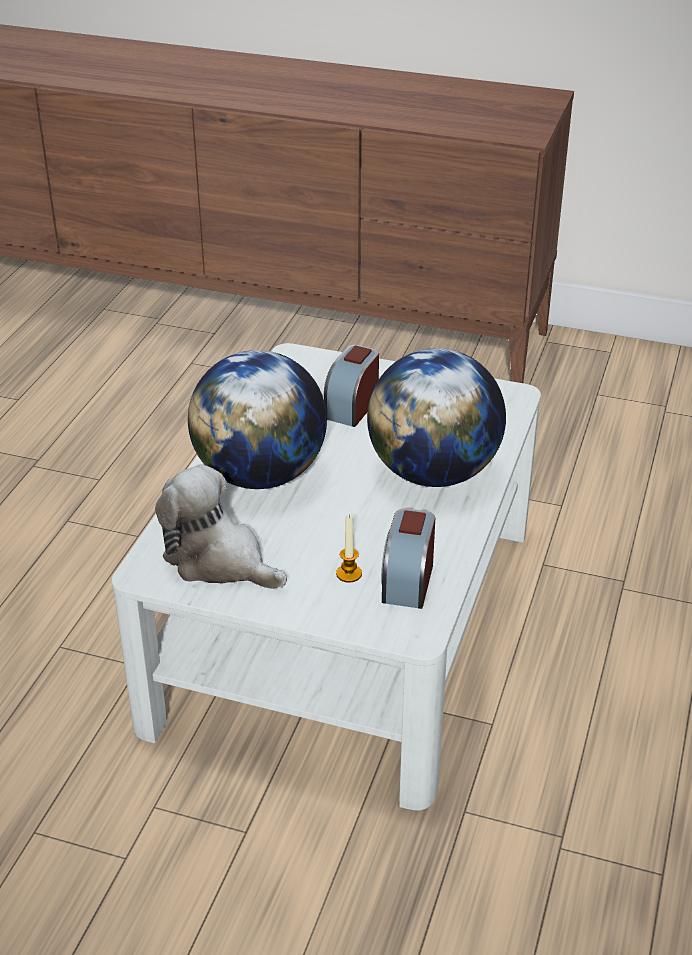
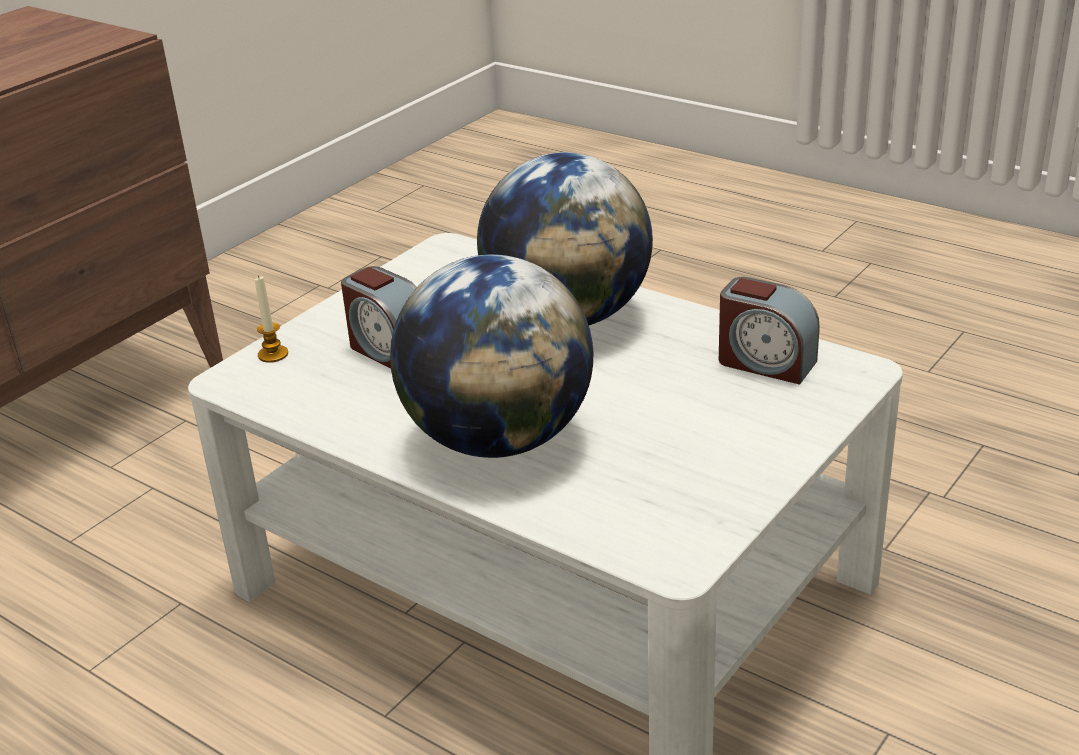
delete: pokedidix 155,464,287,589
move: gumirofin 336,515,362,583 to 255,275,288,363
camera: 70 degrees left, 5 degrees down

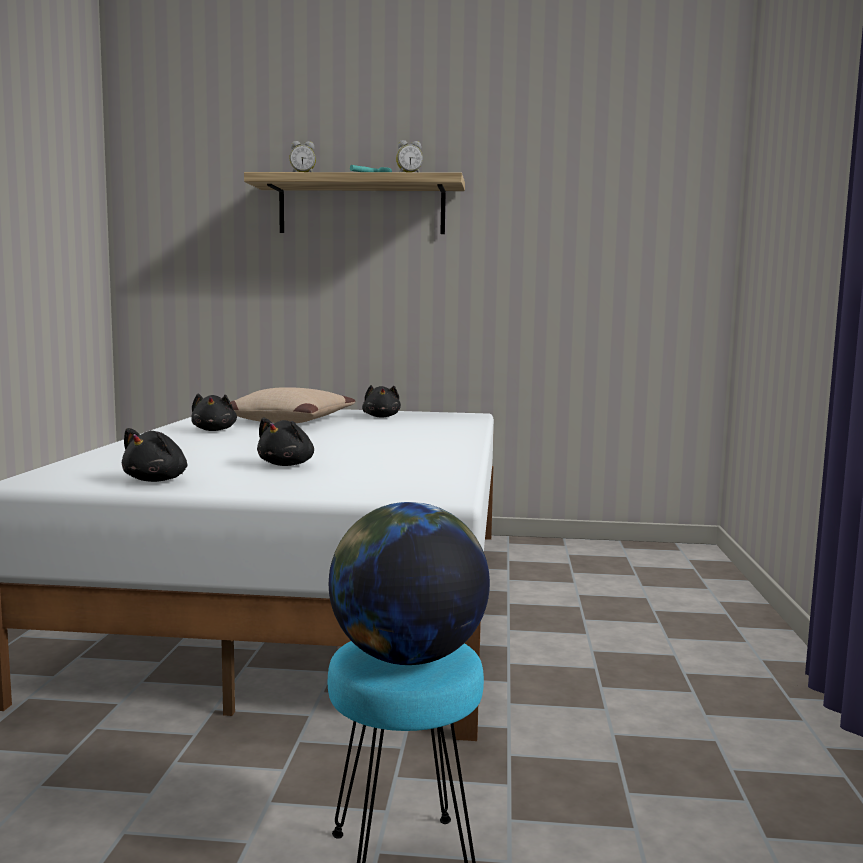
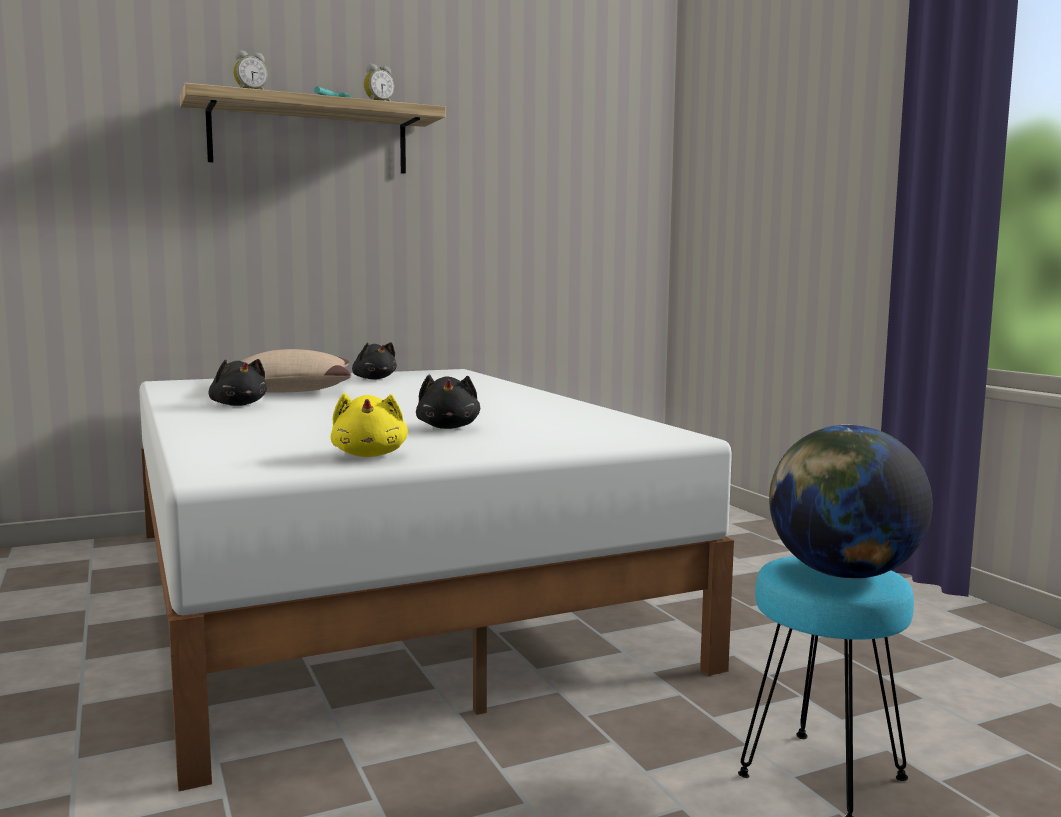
recolor: black pokedidix 122,428,188,482 to yellow pokedidix 330,393,408,457
camera: 30 degrees left, 0 degrees up

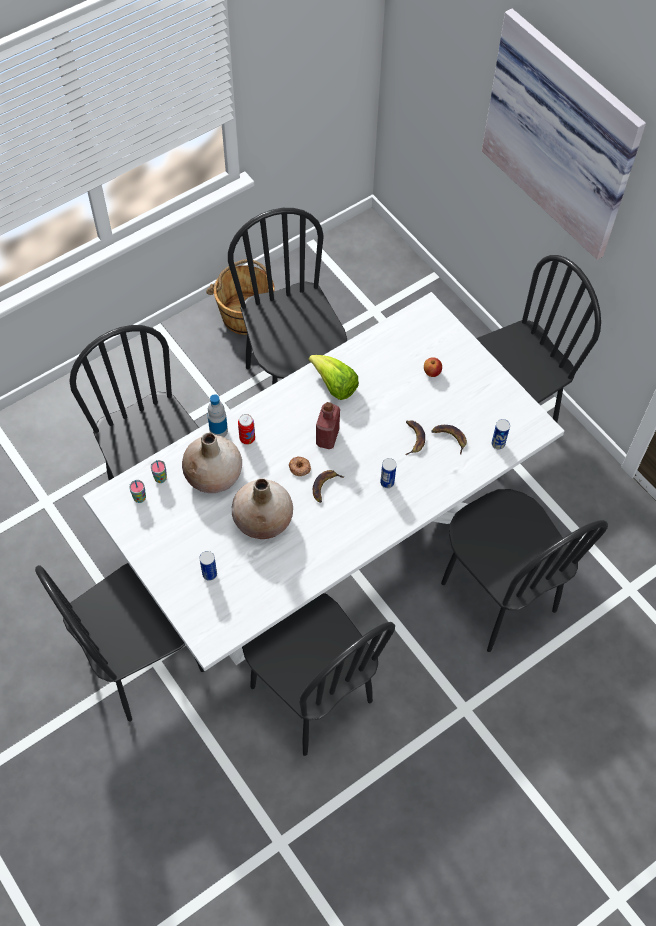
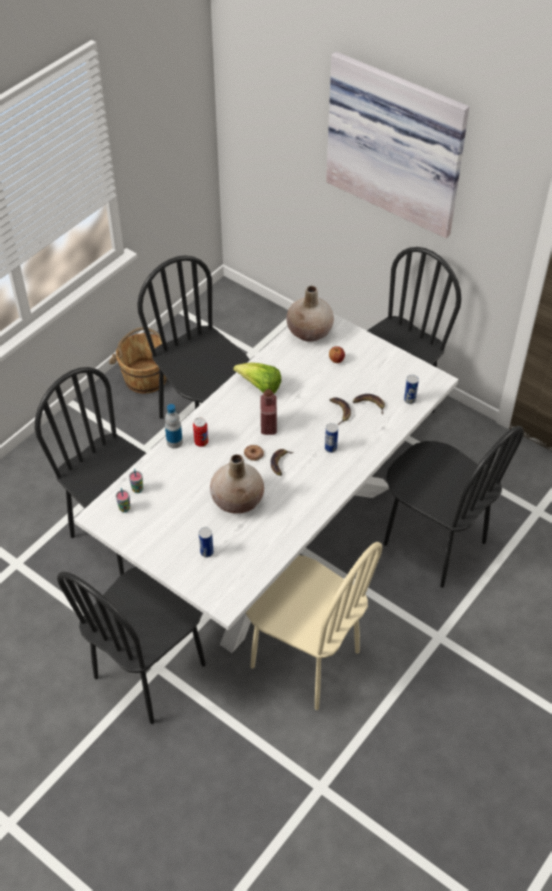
move: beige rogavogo 182,433,242,493 to 286,286,334,342
recolor: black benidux 242,593,395,756 to beige benidux 246,542,382,710
camera: 15 degrees left, 10 degrees down

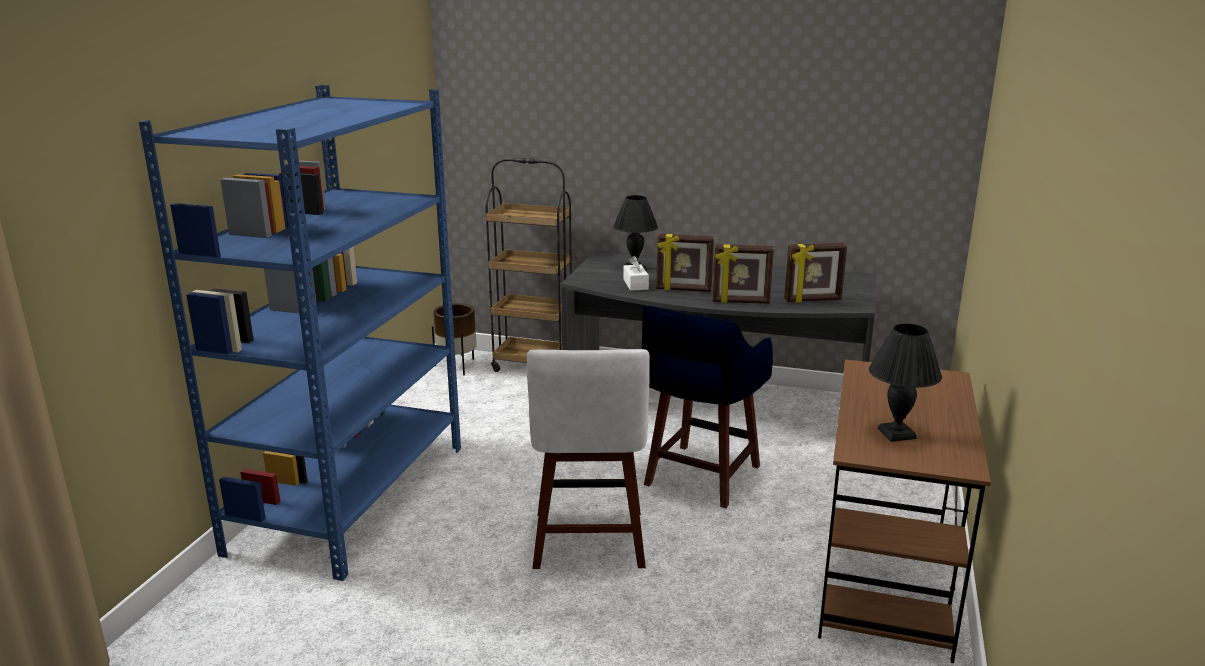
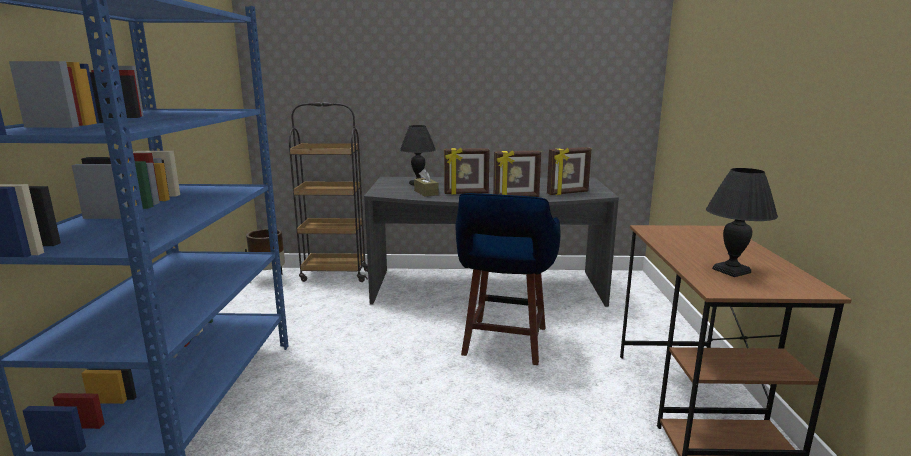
delete: white benidux 527,349,650,569
recolor: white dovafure 624,256,649,291 to brown dovafure 414,169,439,196
camera: 15 degrees left, 5 degrees down

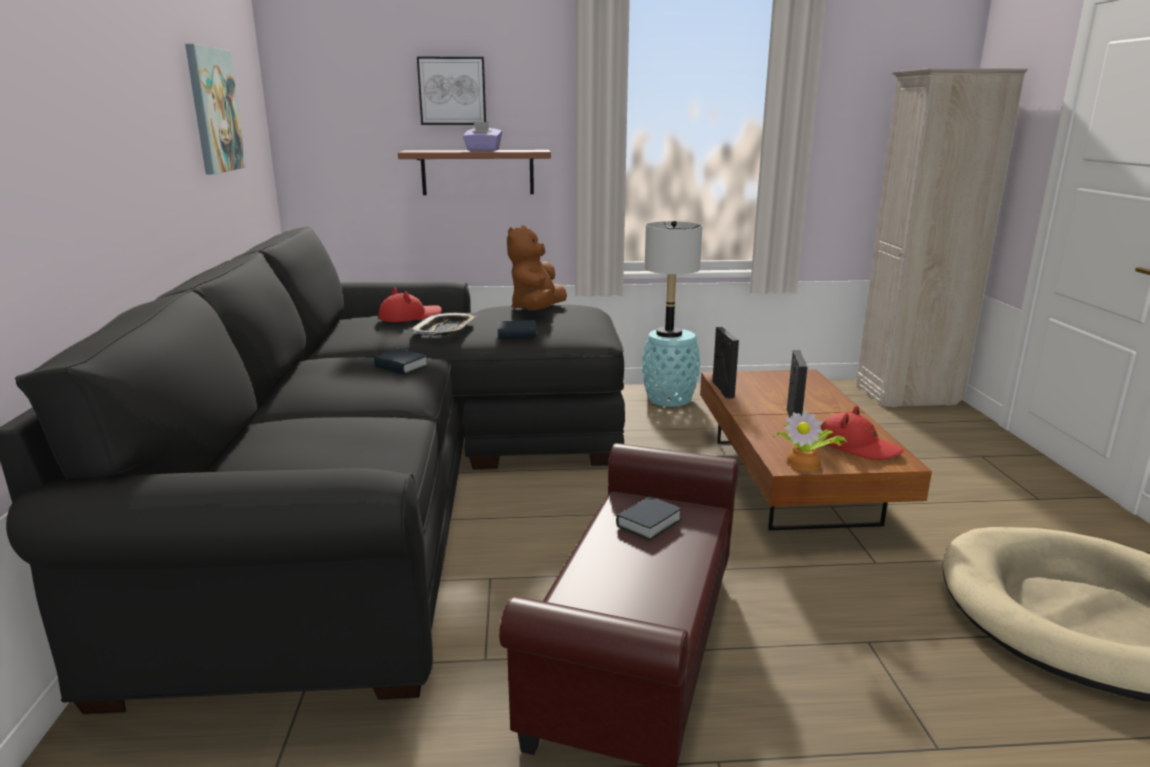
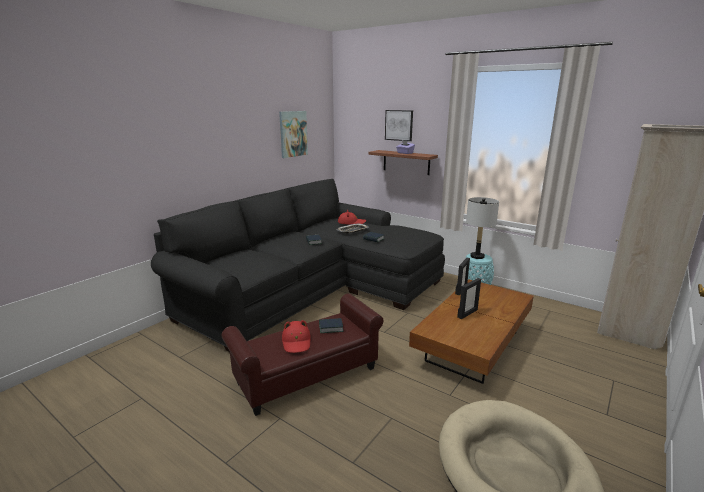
delete: brown pokedidix 507,225,567,311; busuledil 773,410,847,471
move: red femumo 819,406,904,460 to 282,320,311,353
camera: 40 degrees right, 0 degrees up

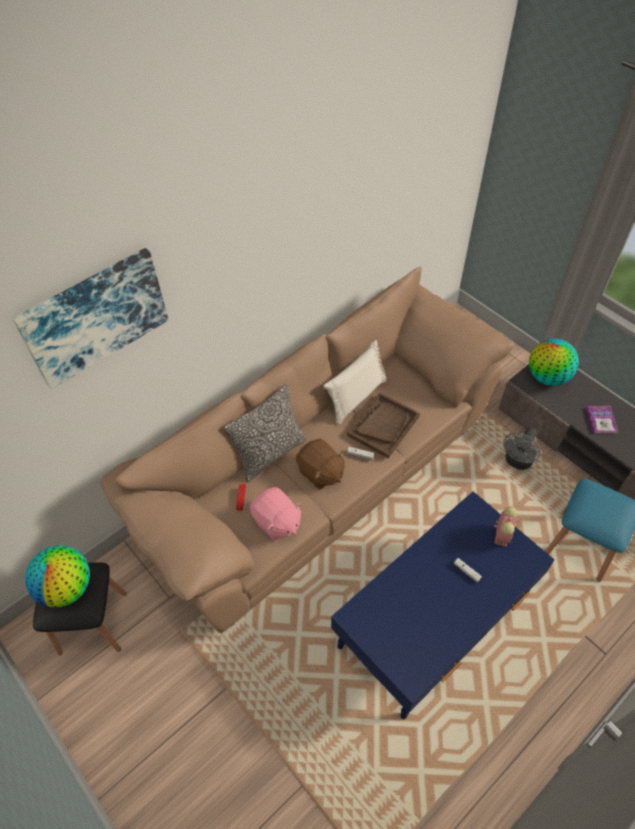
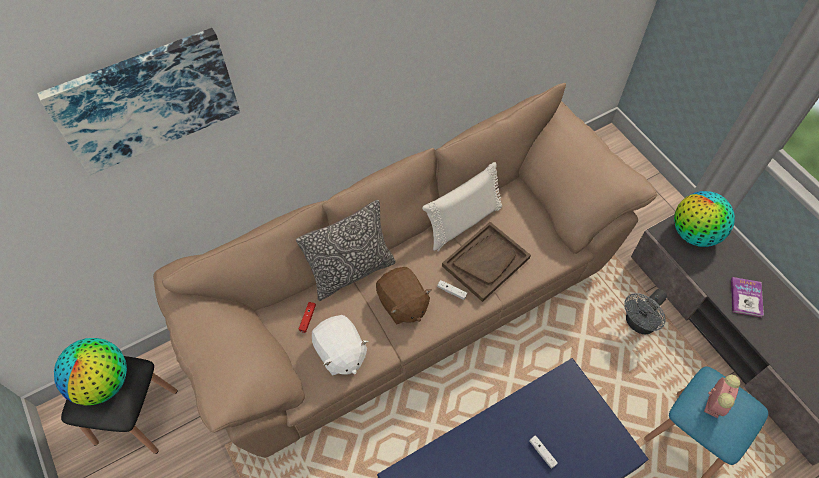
move: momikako 494,506,517,547 to 704,375,740,418
recolor: pink pokedidix 250,487,302,541 to white pokedidix 312,315,368,376
camera: 10 degrees right, 5 degrees up

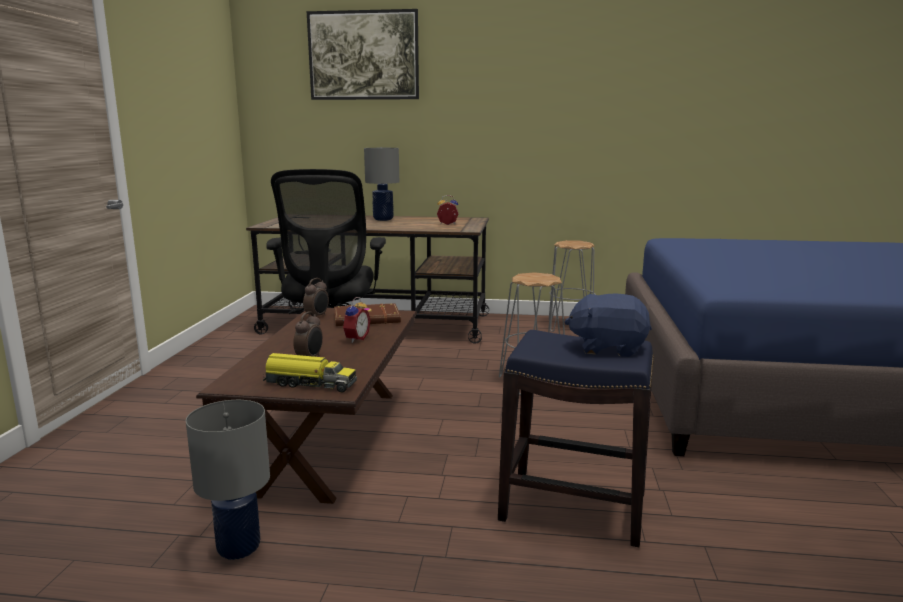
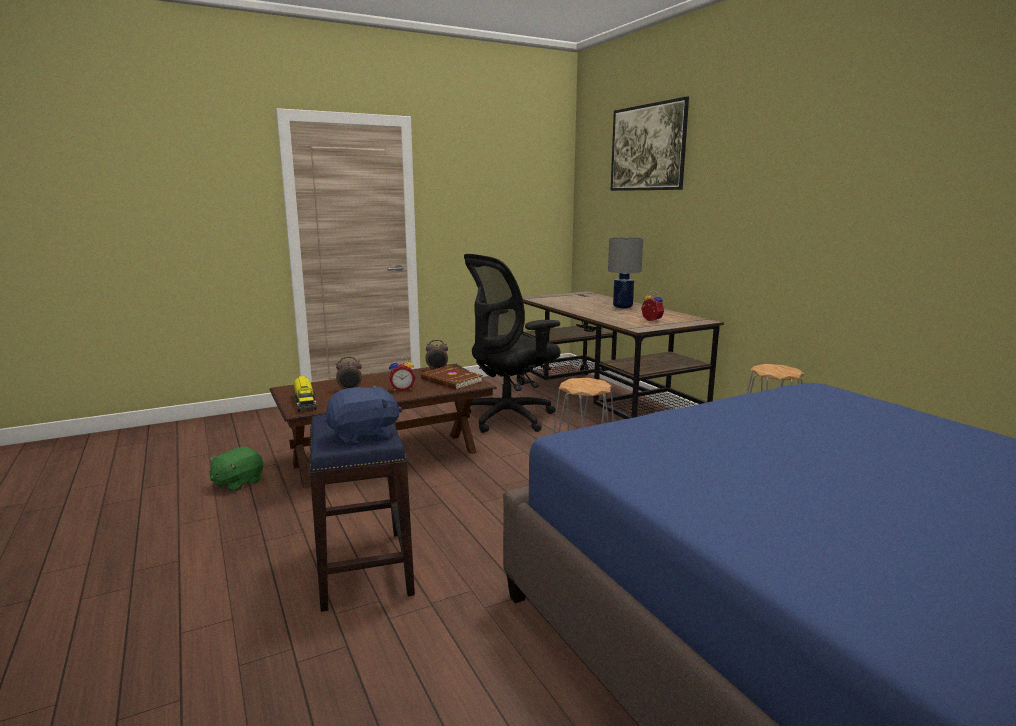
replace: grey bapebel 186,400,270,560 to green pokedidix 210,447,263,492
rotate: blue pokedidix 564,293,652,357 = 325,386,402,446 90 degrees clockwise
camera: 55 degrees right, 0 degrees up

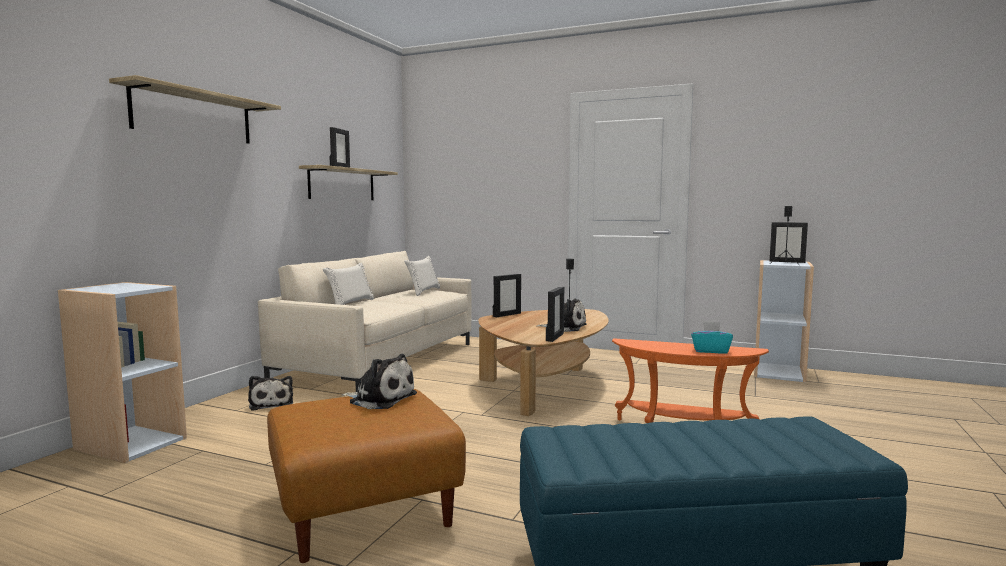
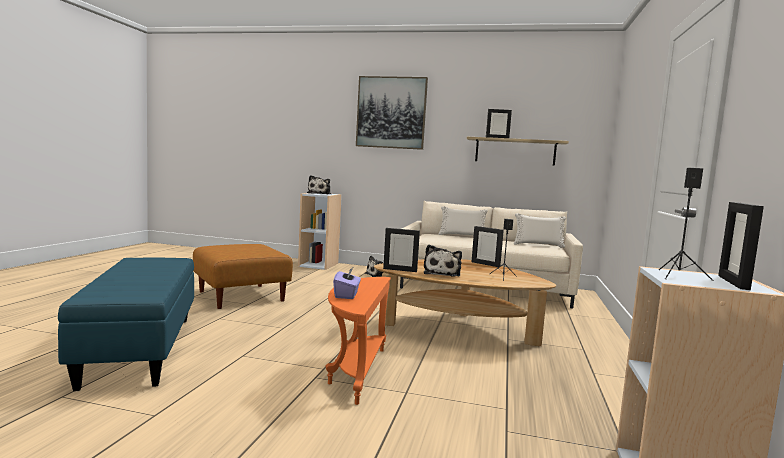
move: pokedidix 342,354,417,409 to 307,175,332,195
replace: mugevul 109,75,281,143 to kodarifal 356,76,428,150
recolor: turquoise dovafure 691,321,733,354 to purple dovafure 333,266,361,299
camera: 80 degrees right, 0 degrees up

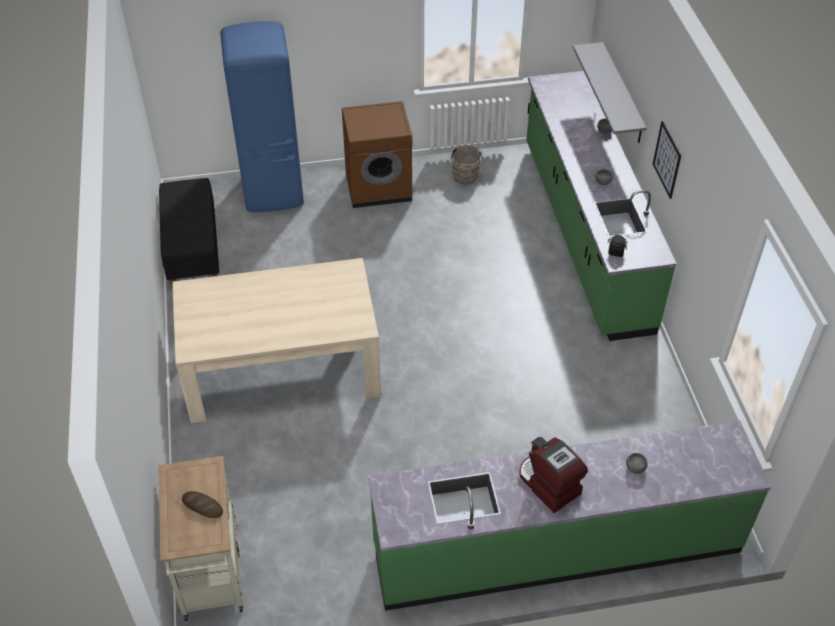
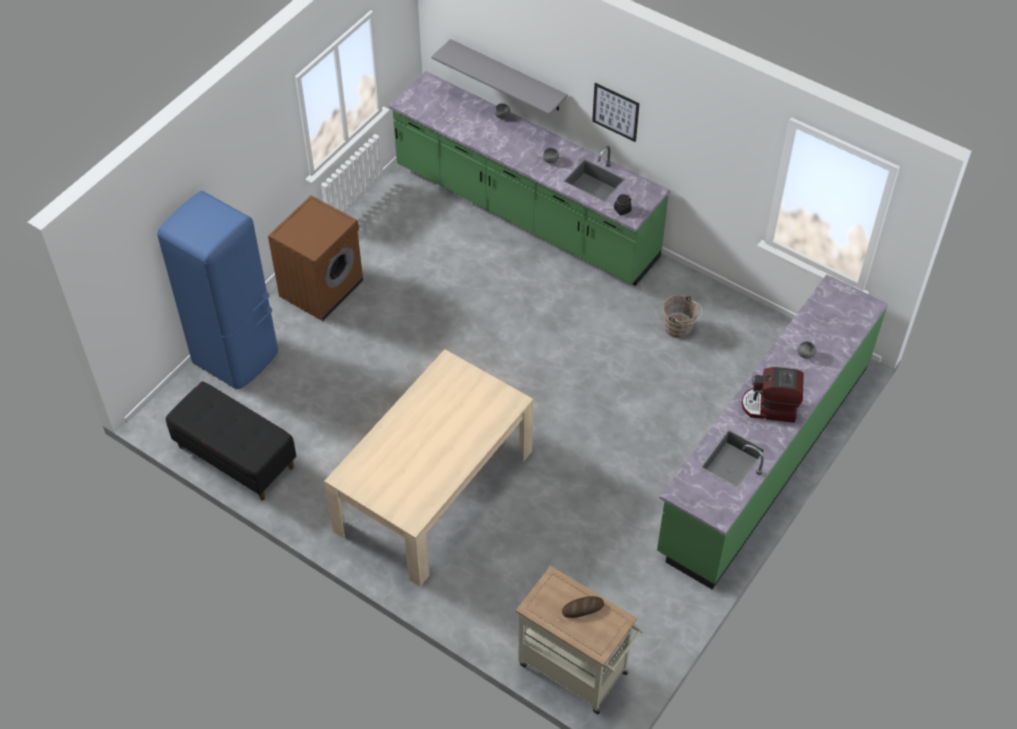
move: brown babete 449,145,483,185 to 663,295,702,338
camera: 45 degrees left, 5 degrees up

